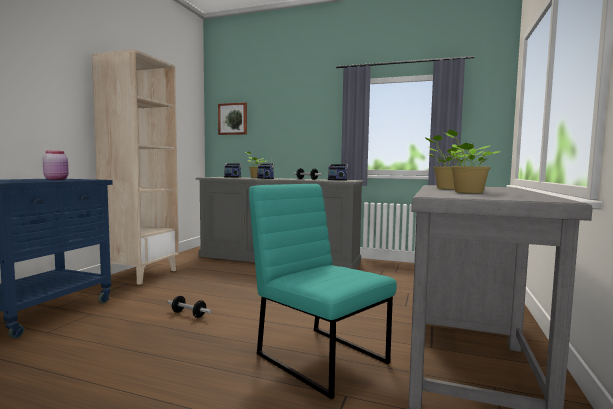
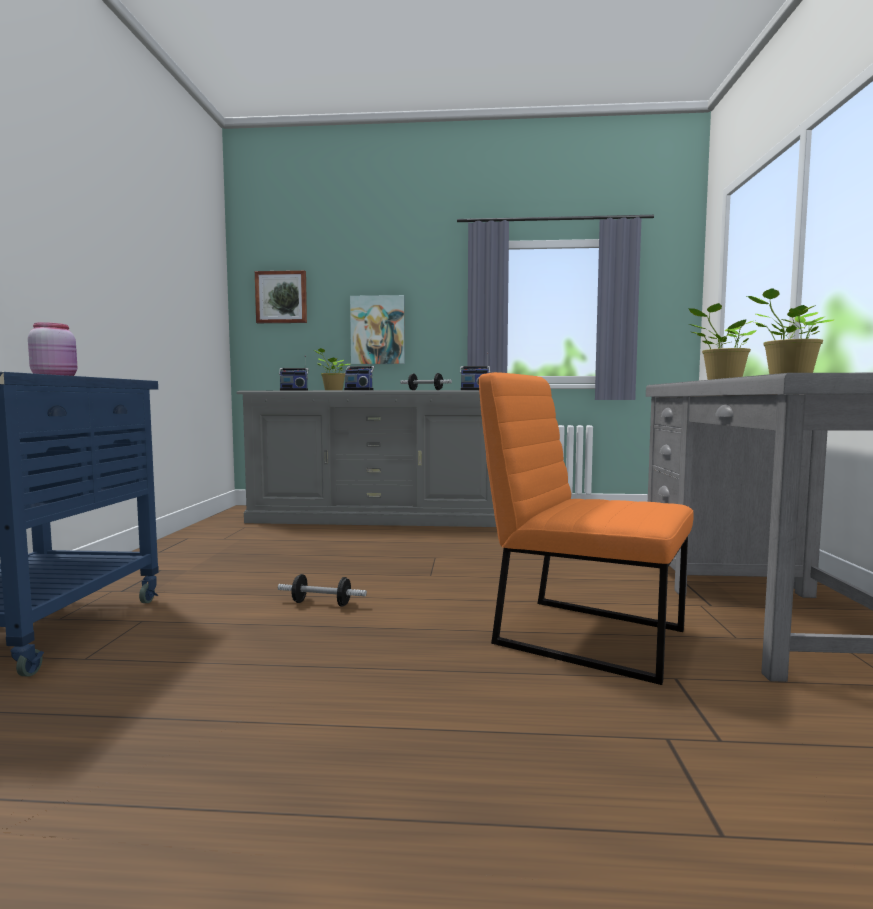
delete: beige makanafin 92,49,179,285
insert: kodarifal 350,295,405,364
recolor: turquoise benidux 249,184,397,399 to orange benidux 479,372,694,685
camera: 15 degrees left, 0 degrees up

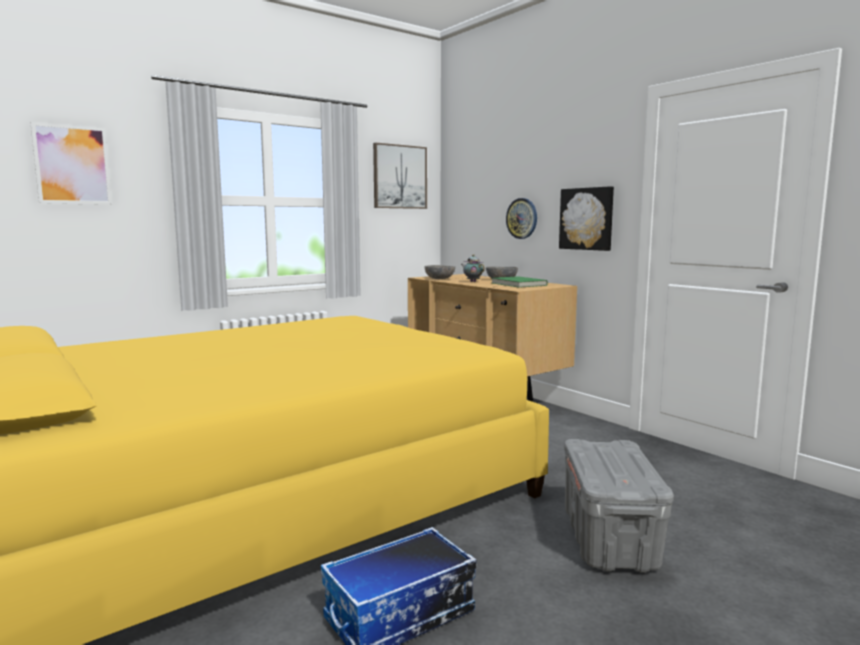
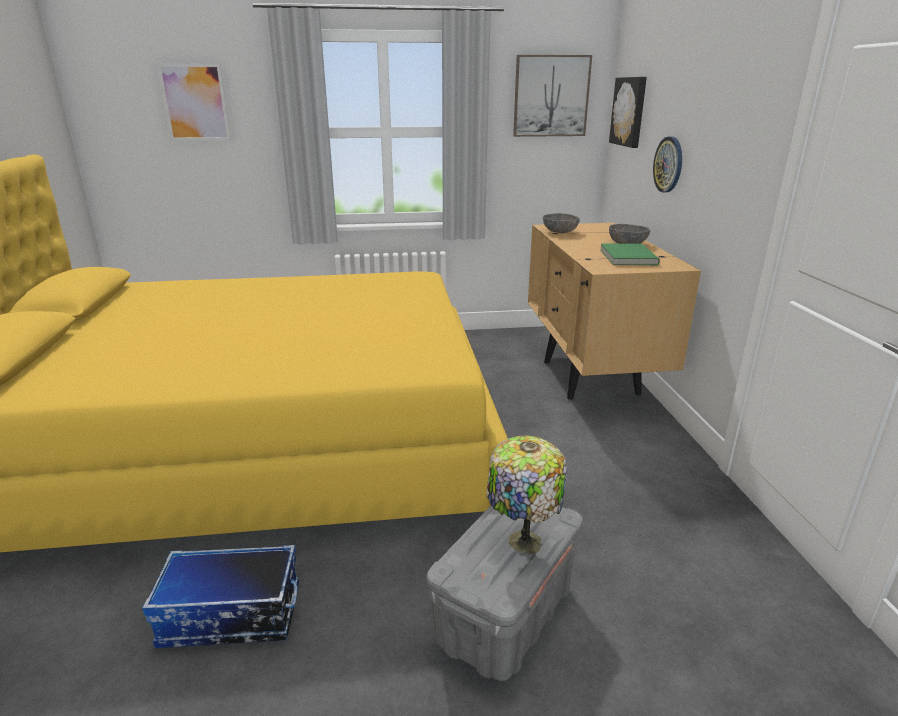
delete: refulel 461,254,485,282
insert: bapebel 487,435,567,554
move: kodarifal 559,186,614,251 to 609,77,647,148
camera: 30 degrees right, 15 degrees up

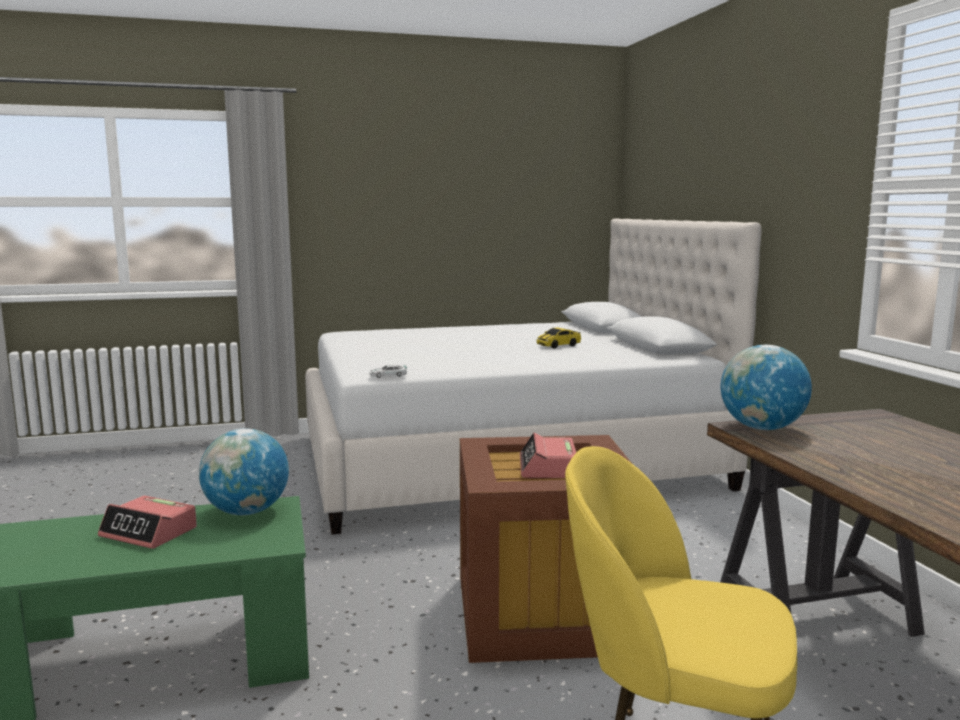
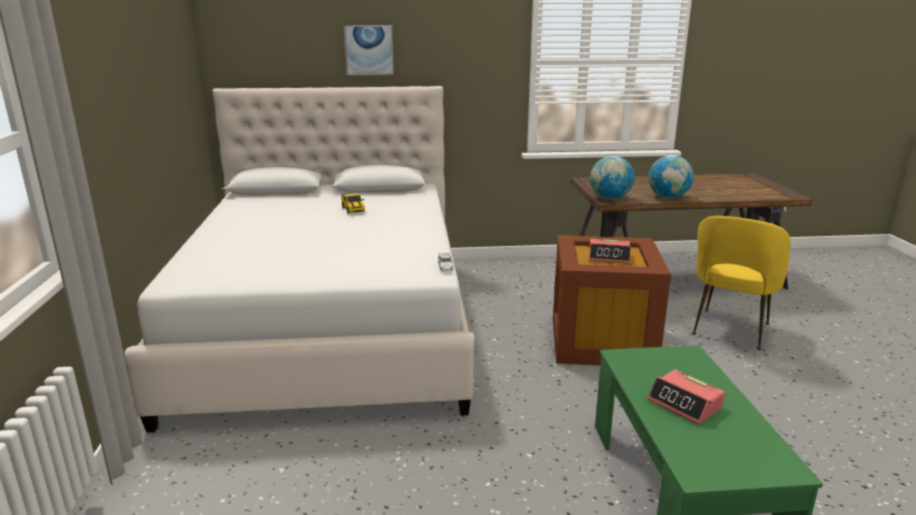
insert: kodarifal 344,25,394,75
move: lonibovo 199,428,289,515 to 648,155,694,198
rotate: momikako 98,496,197,549 = 647,370,725,425 105 degrees clockwise
camera: 80 degrees left, 10 degrees up

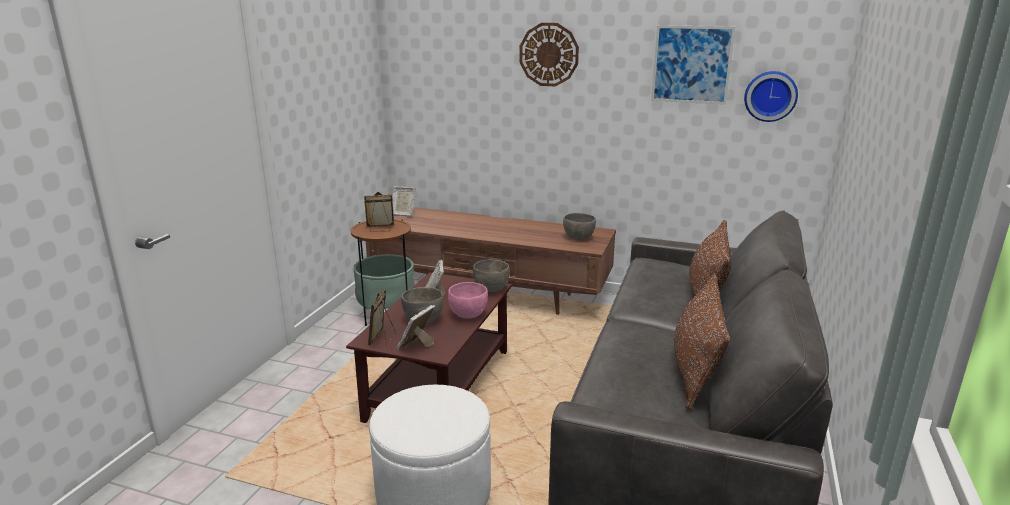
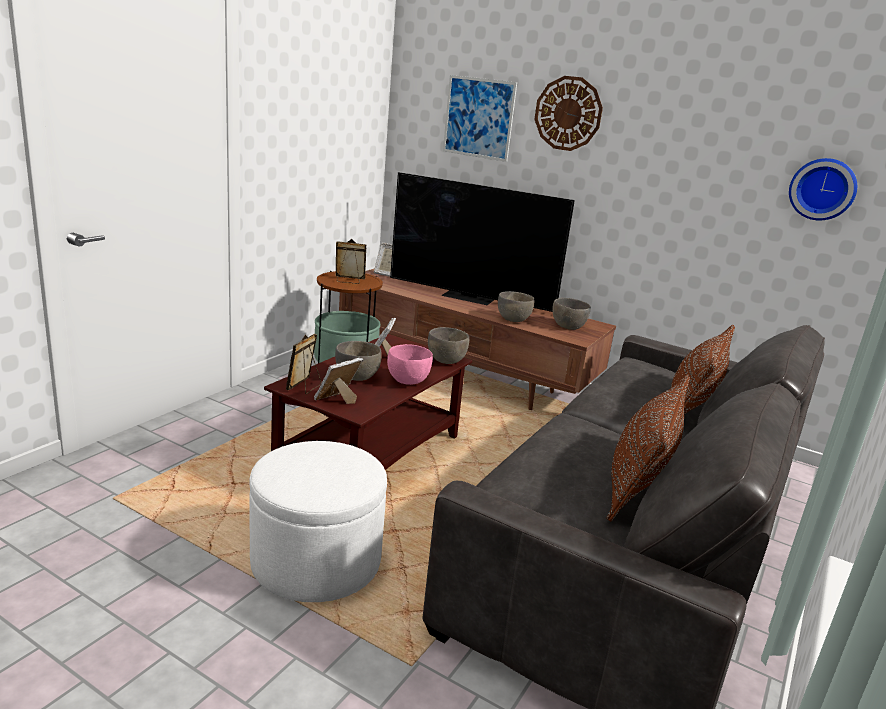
insert: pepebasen 390,172,574,312; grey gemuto 498,291,534,322
move: kodarifal 651,25,735,105 to 443,75,517,162
camera: 10 degrees right, 0 degrees up

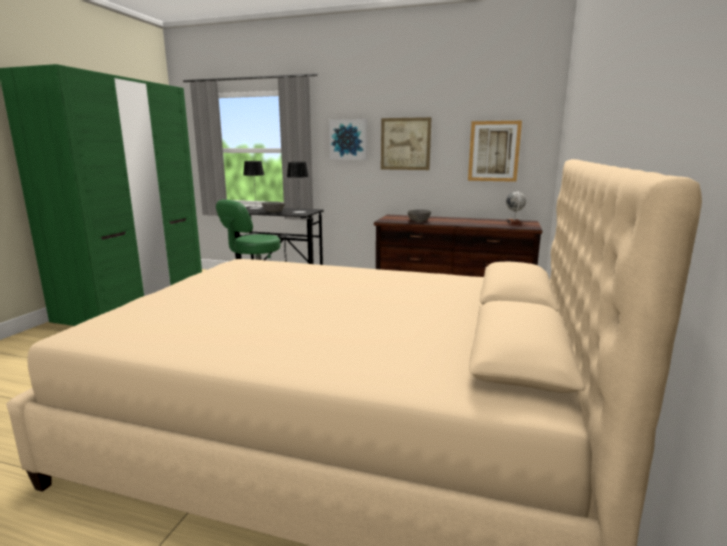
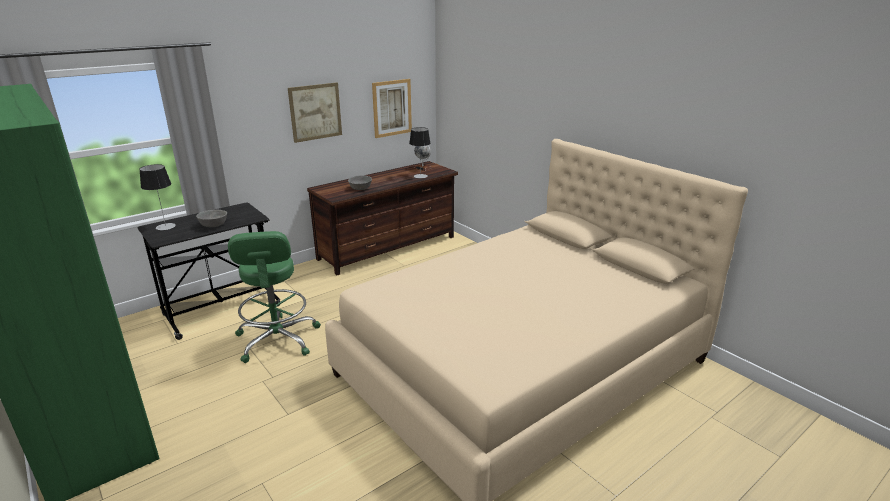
delete: kodarifal 329,119,367,160
move: bapebel 287,162,309,213 to 409,127,431,178
camera: 55 degrees left, 10 degrees up

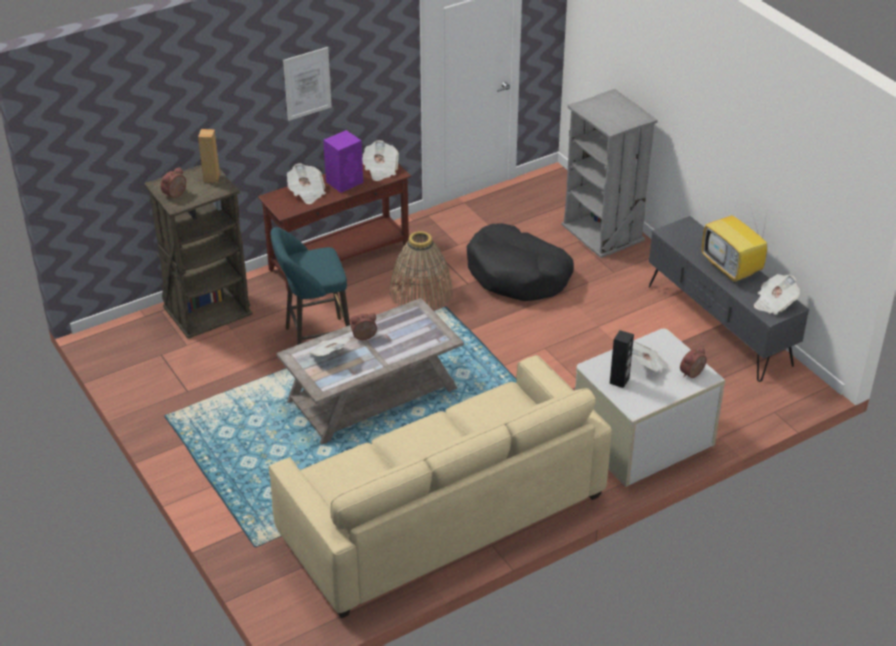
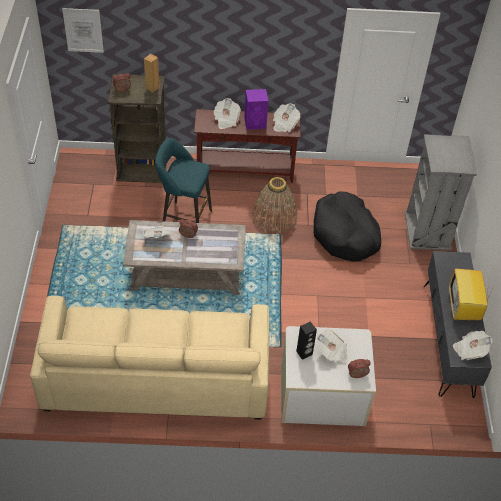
move: kodarifal 283,47,332,121 to 62,8,104,53
camera: 30 degrees right, 10 degrees up

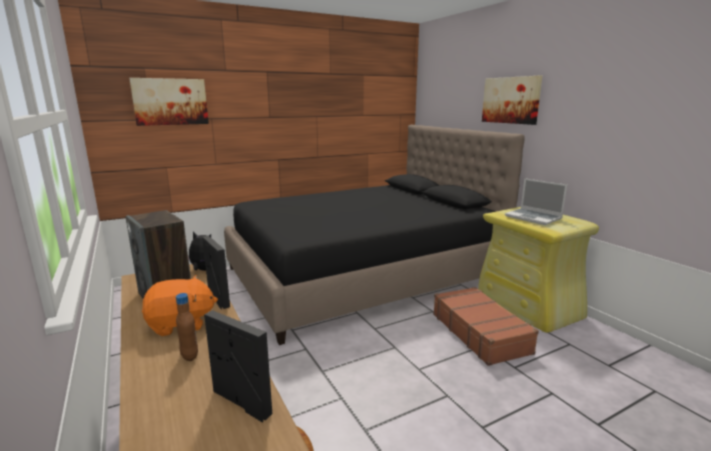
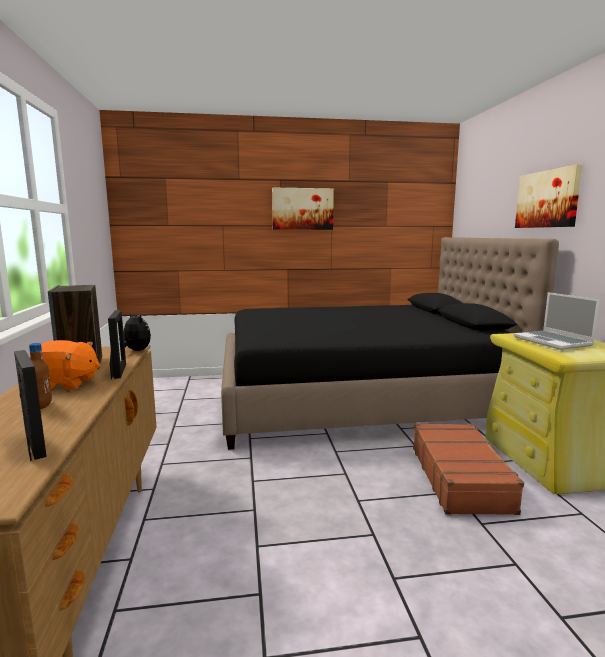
move: kodarifal 129,78,209,126 to 272,188,334,230
camera: 20 degrees right, 5 degrees down

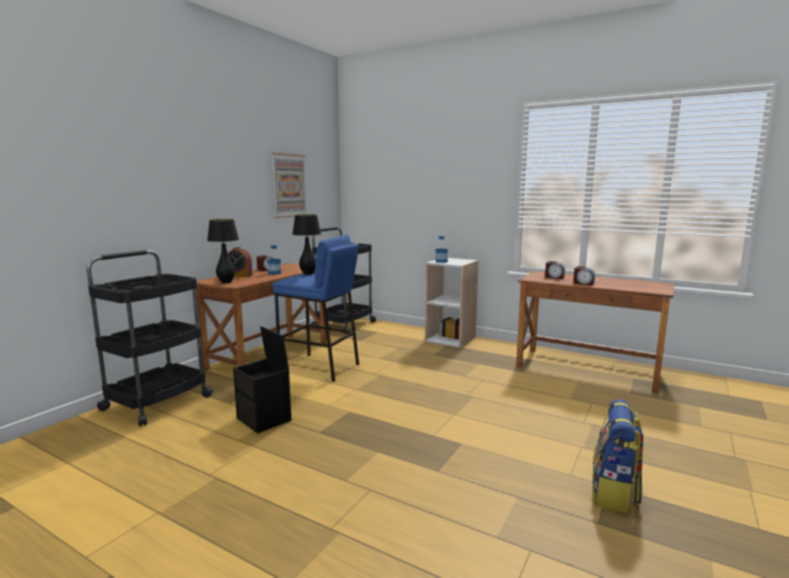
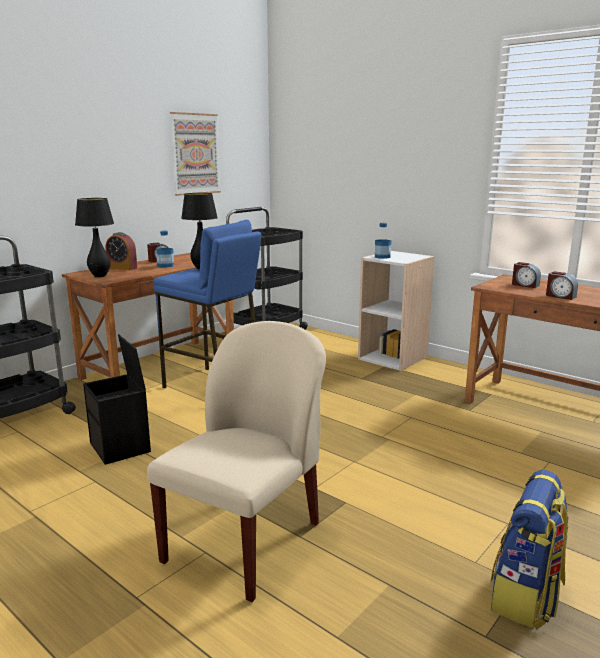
insert: beige benidux 147,321,326,602
camera: 10 degrees right, 5 degrees up

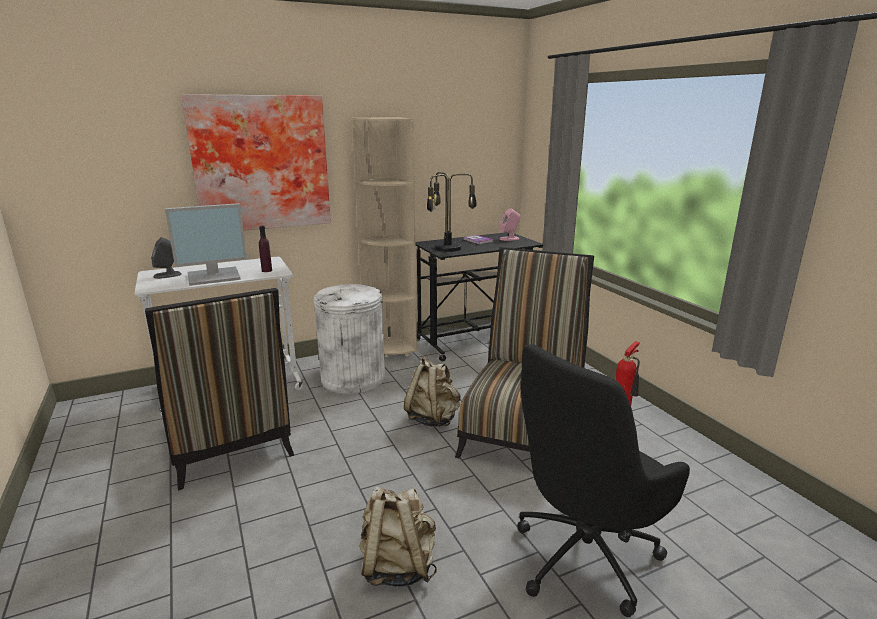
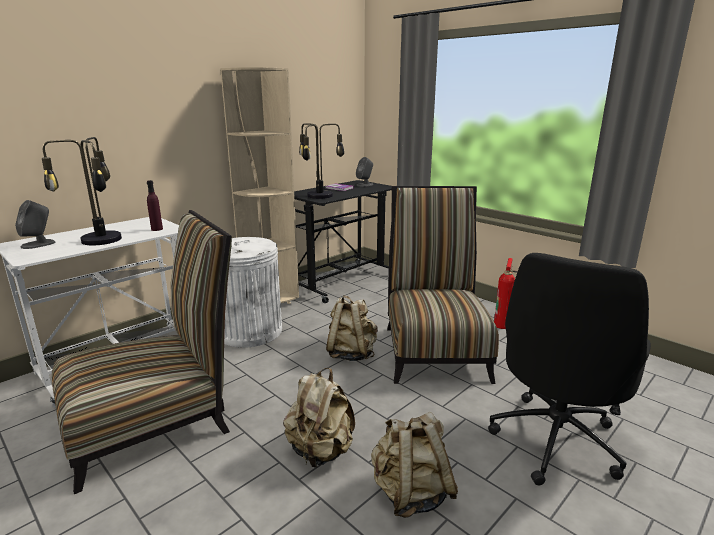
delete: kodarifal 181,94,331,231
insert: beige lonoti 283,368,355,468
replace: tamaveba 165,203,247,286 to bapebel 42,137,122,245
recolor: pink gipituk 500,208,521,241 to grey gipituk 356,157,373,187
rotate: benidux 145,288,294,490 = 52,210,232,494 75 degrees counterclockwise
camera: 20 degrees left, 0 degrees up

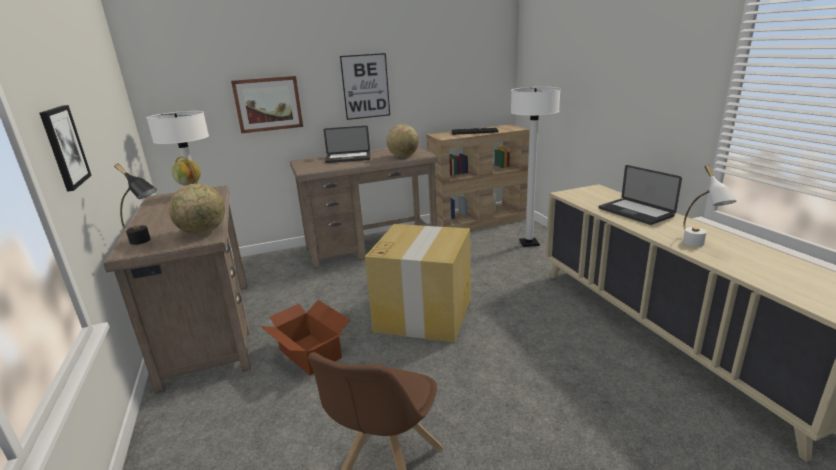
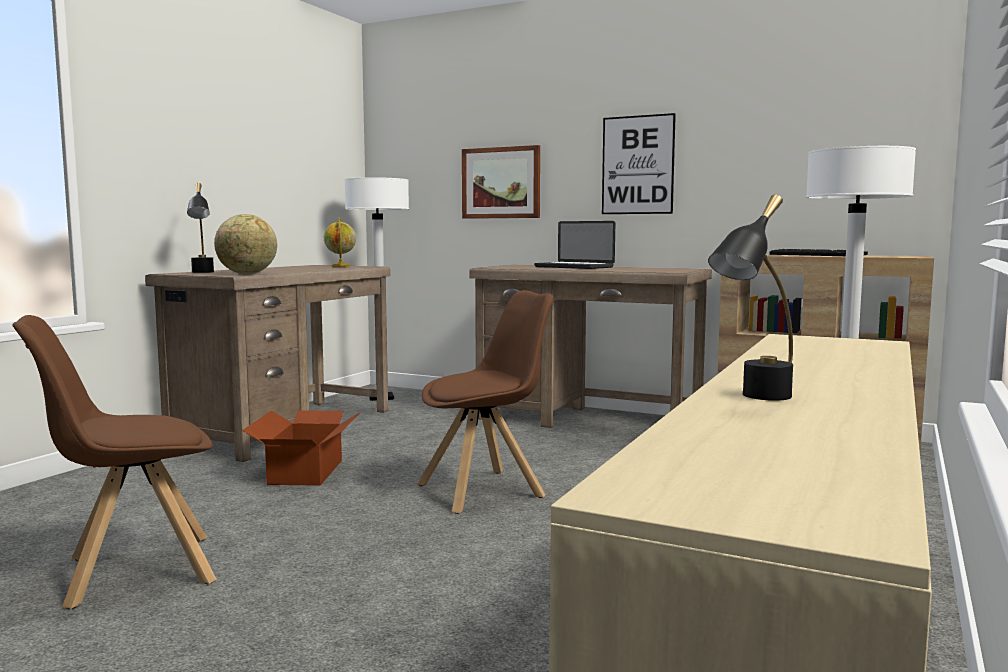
delete: kodarifal 39,105,92,192; lonibovo 386,124,419,158; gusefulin 599,165,682,225
replace: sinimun 365,224,471,343 to brown benidux 417,290,554,514
recolor: white bapebel 683,165,736,247 to black bapebel 708,194,793,401
camera: 45 degrees right, 15 degrees down

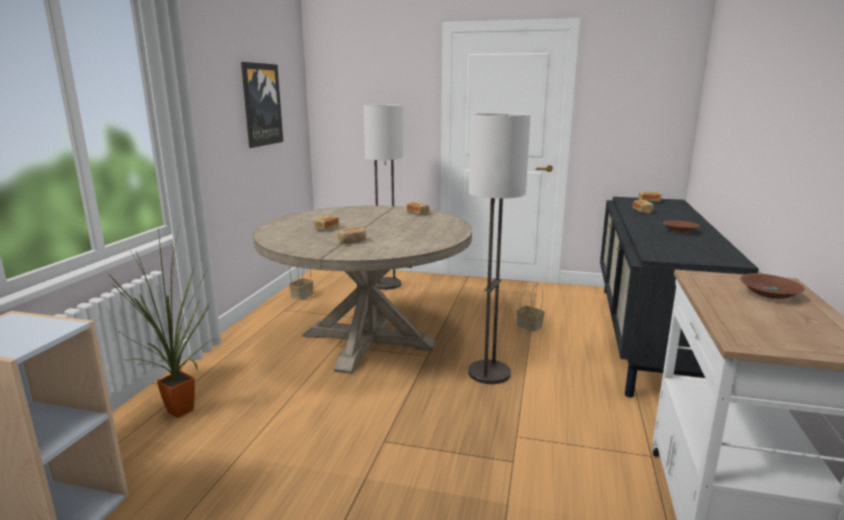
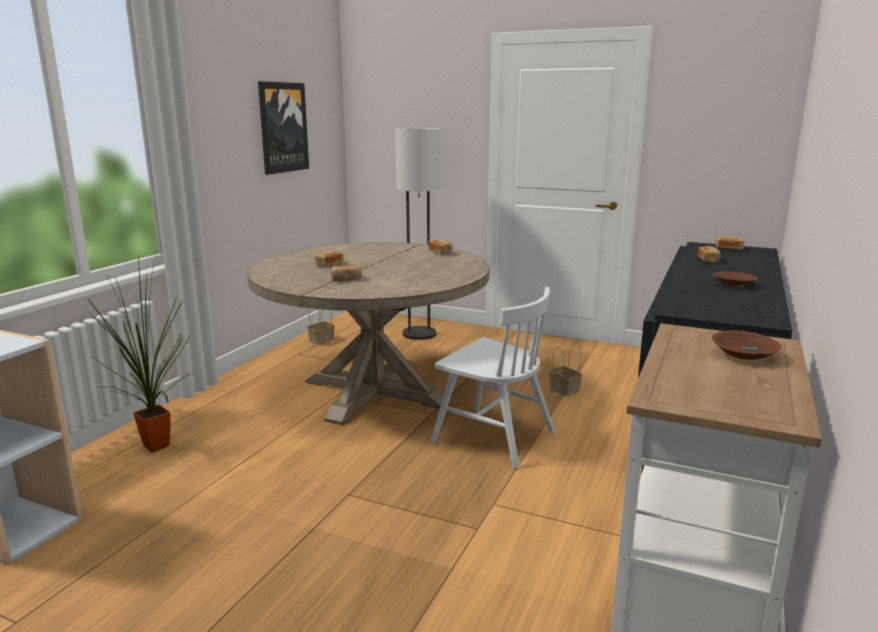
replace: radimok 468,113,531,384 to white benidux 431,287,556,469
camera: 10 degrees right, 0 degrees up

